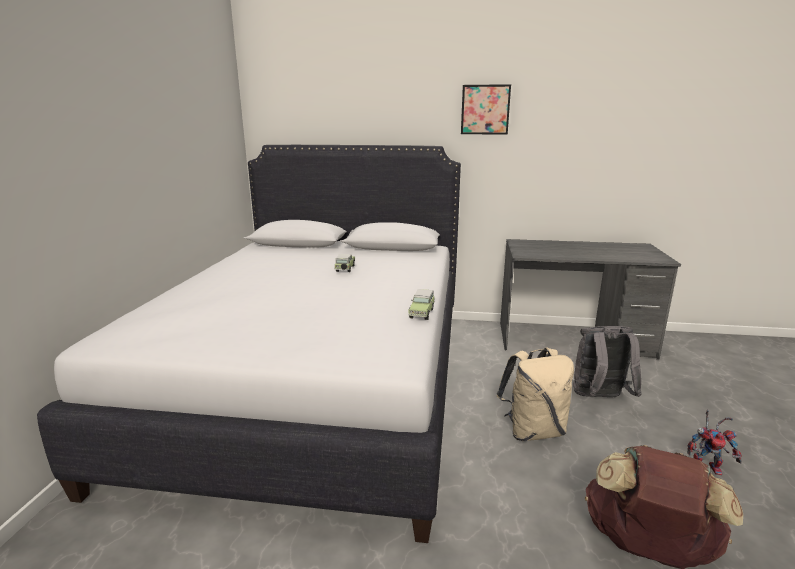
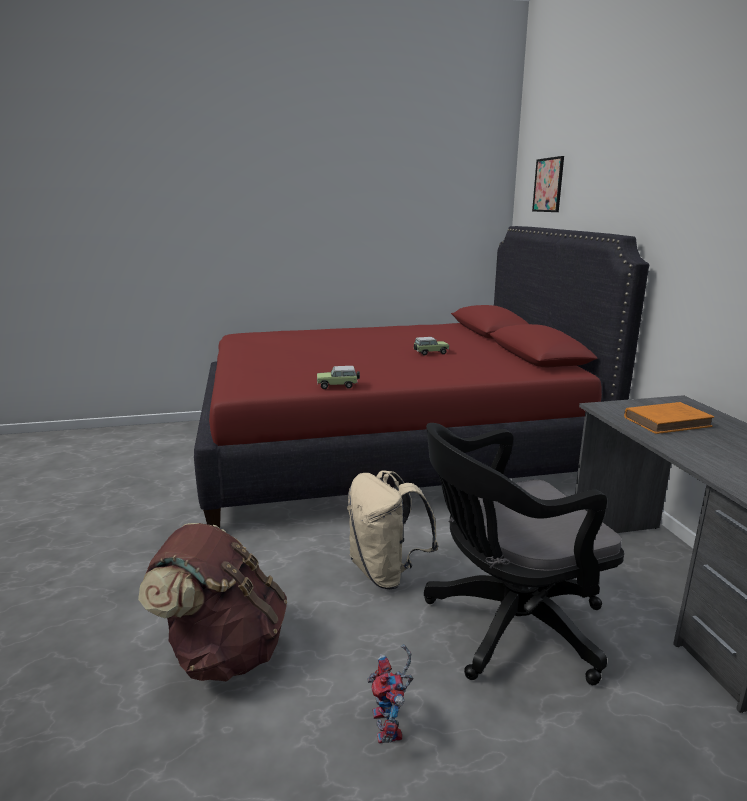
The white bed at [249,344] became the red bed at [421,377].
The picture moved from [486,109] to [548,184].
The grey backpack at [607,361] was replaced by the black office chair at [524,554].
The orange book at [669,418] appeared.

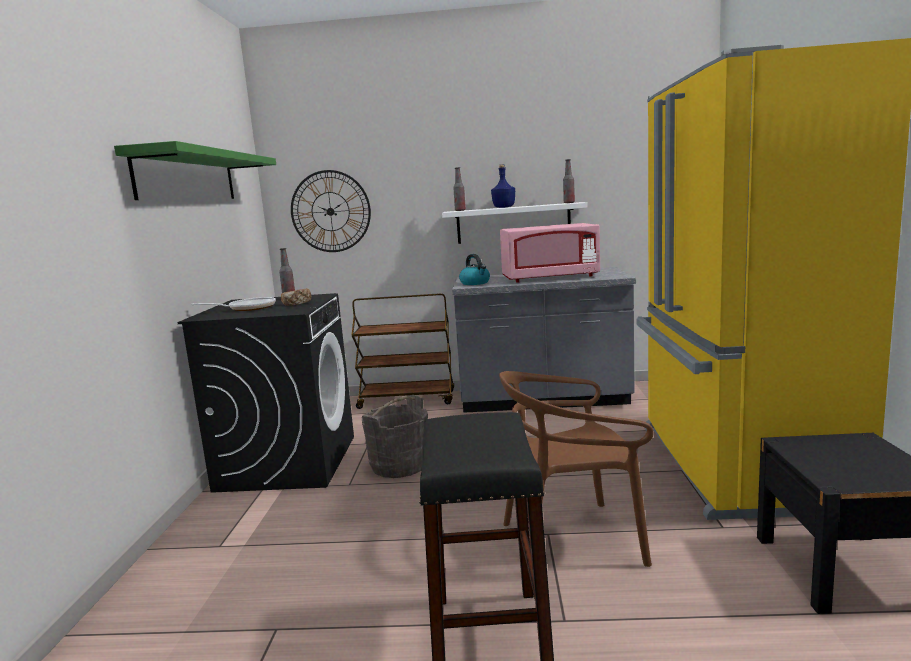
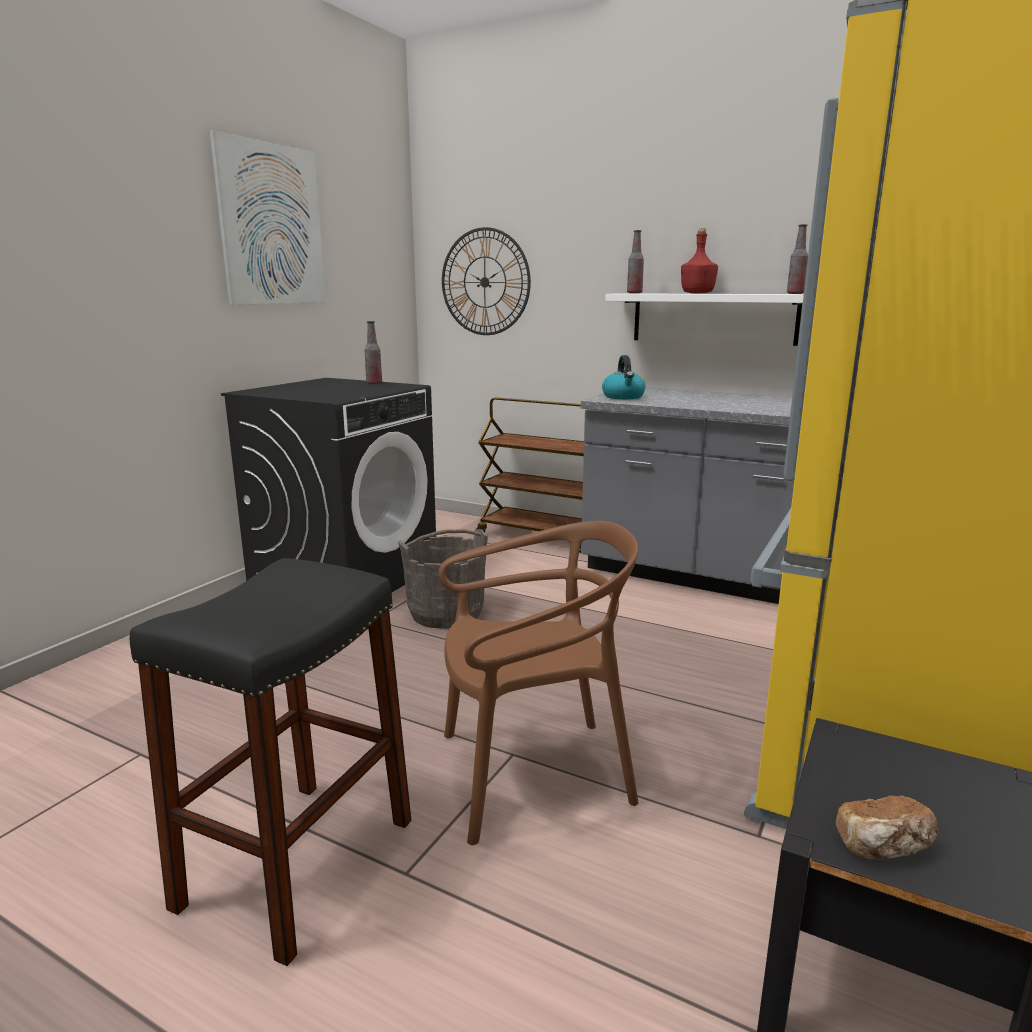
The green shelf at [195,170] was replaced by the picture at [268,217].
The frying pan at [234,304] disappeared.
The bread moved from [296,297] to [887,827].
The blue bottle at [503,186] became the red bottle at [699,260].
The brown chair at [576,469] turned 150 degrees clockwise.
The pink microwave at [550,253] disappeared.

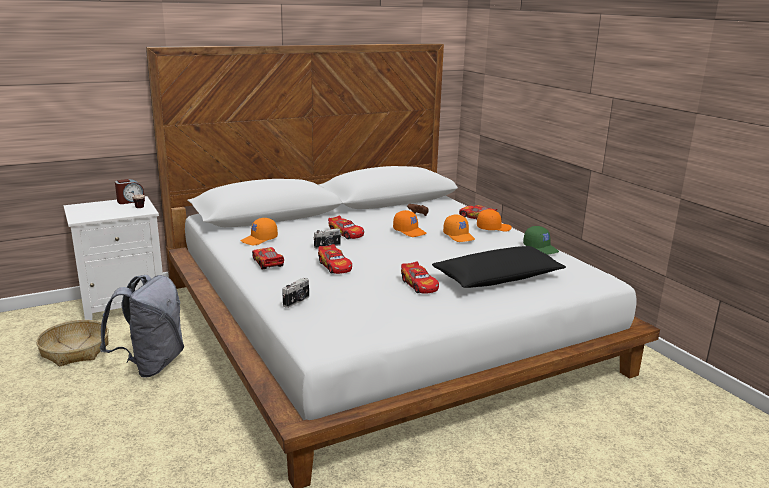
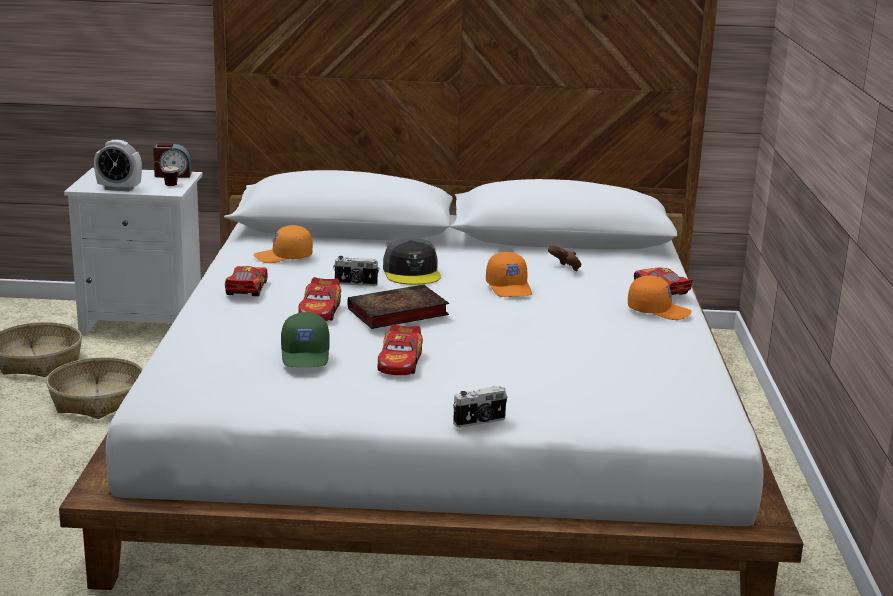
The grey backpack at [142,326] was replaced by the basket at [94,388].
The photo camera moved from [295,293] to [480,407].
The toy car at [346,227] was replaced by the grey cap at [412,261].
The black pillow at [499,267] disappeared.
The orange cap at [459,228] disappeared.
The green cap moved from [541,240] to [305,339].
The alarm clock at [118,166] appeared.
The book at [398,306] appeared.

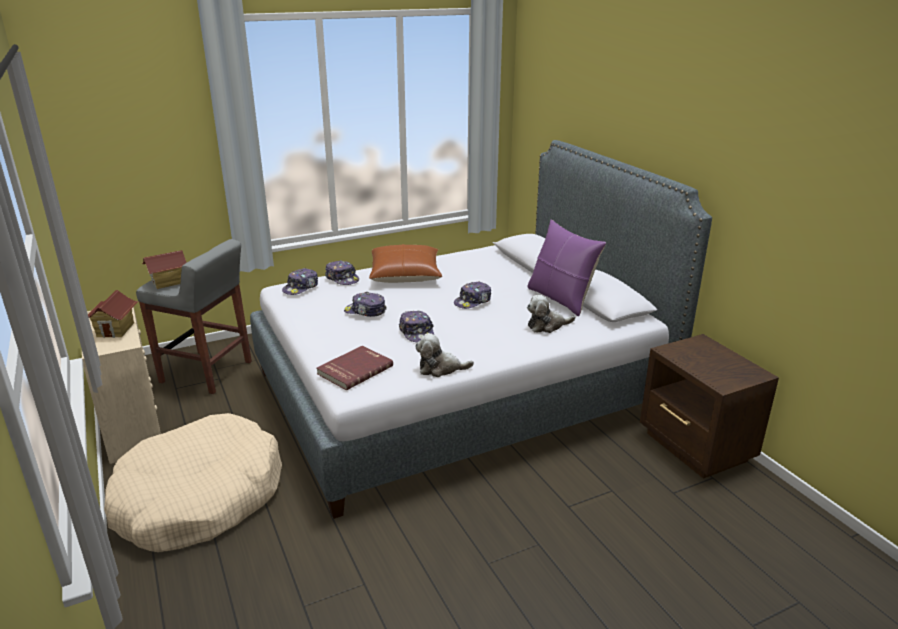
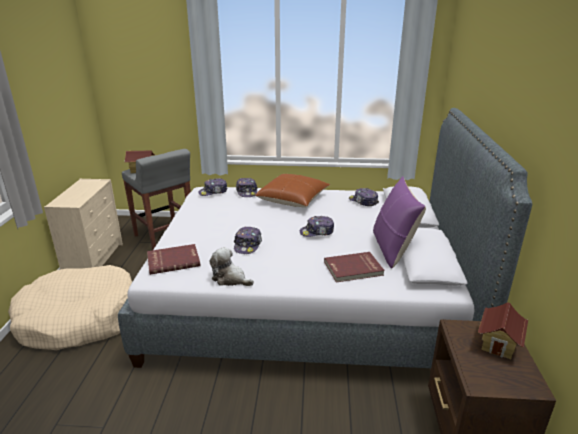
The toy house moved from [113,314] to [503,330].
The cap moved from [365,304] to [364,197].
The plush toy at [551,314] was replaced by the red book at [354,267].

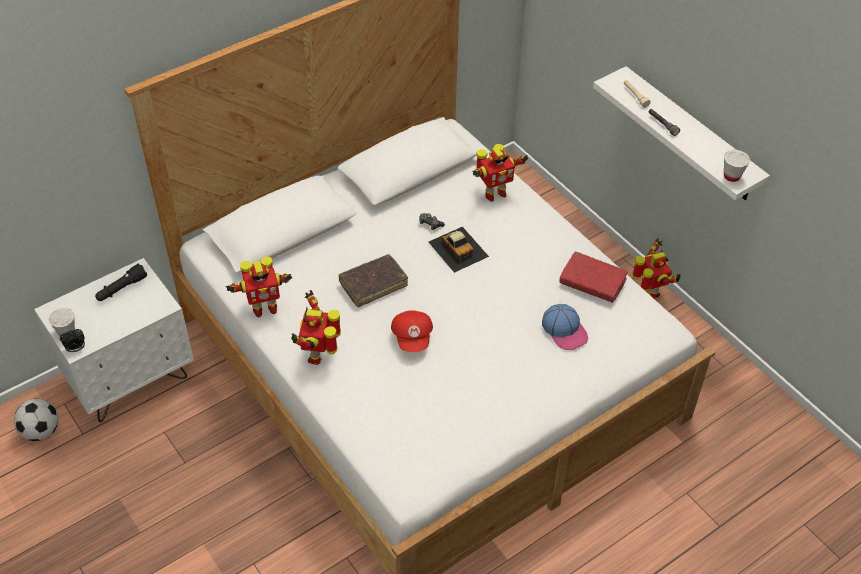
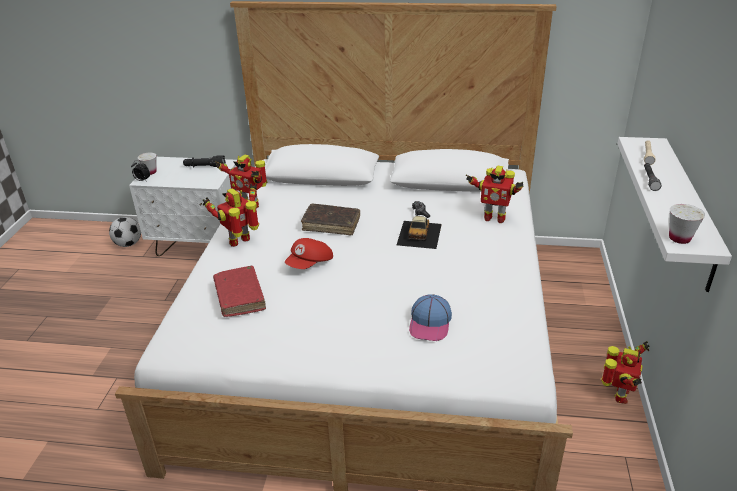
The red book moved from [593,277] to [239,291].

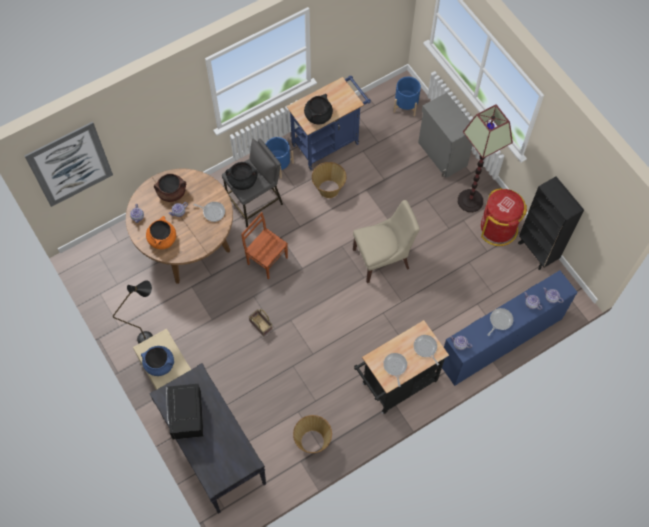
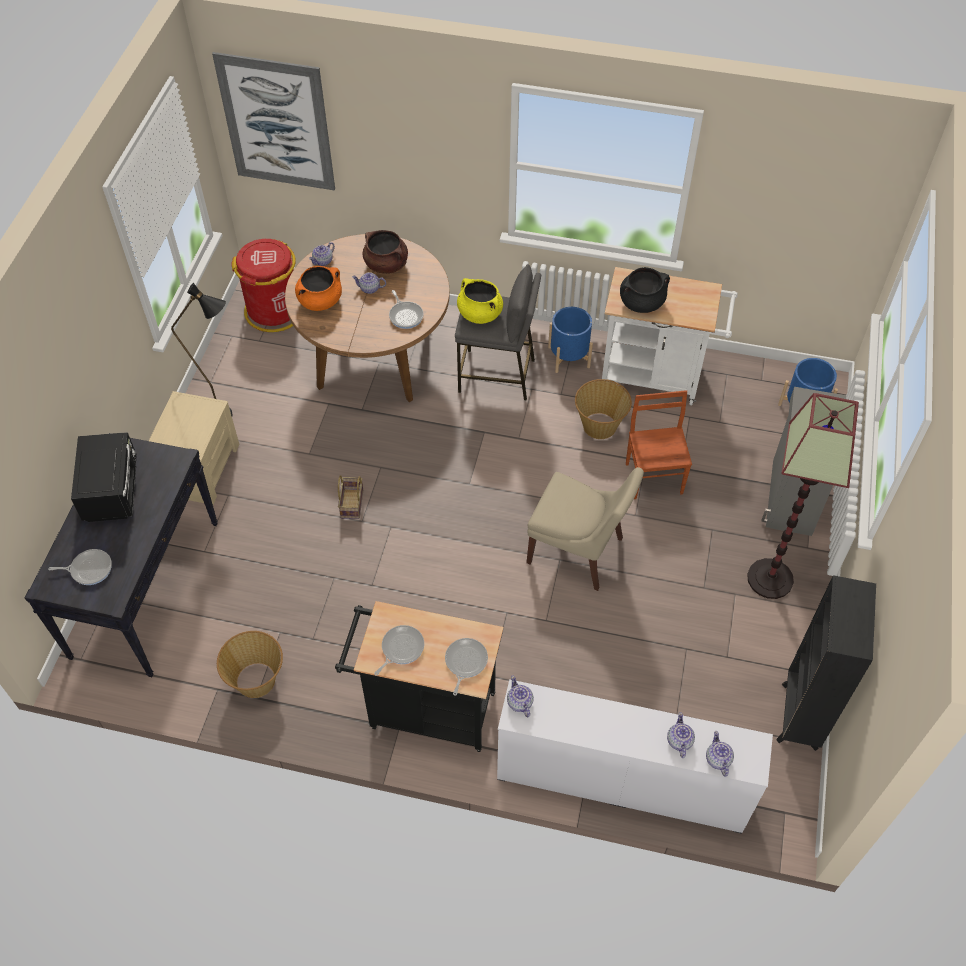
The blue cooking pot at [157,361] disappeared.
The black microwave at [184,411] turned 135 degrees clockwise.
The black cooking pot at [241,176] became the yellow cooking pot at [480,301].
The brown chair moved from [264,246] to [659,444].
The blue cart at [329,123] became the white cart at [670,336].
The blue dresser at [510,328] became the white dresser at [635,756].
The red trash can moved from [504,217] to [263,285].
The frying pan moved from [500,322] to [80,567].

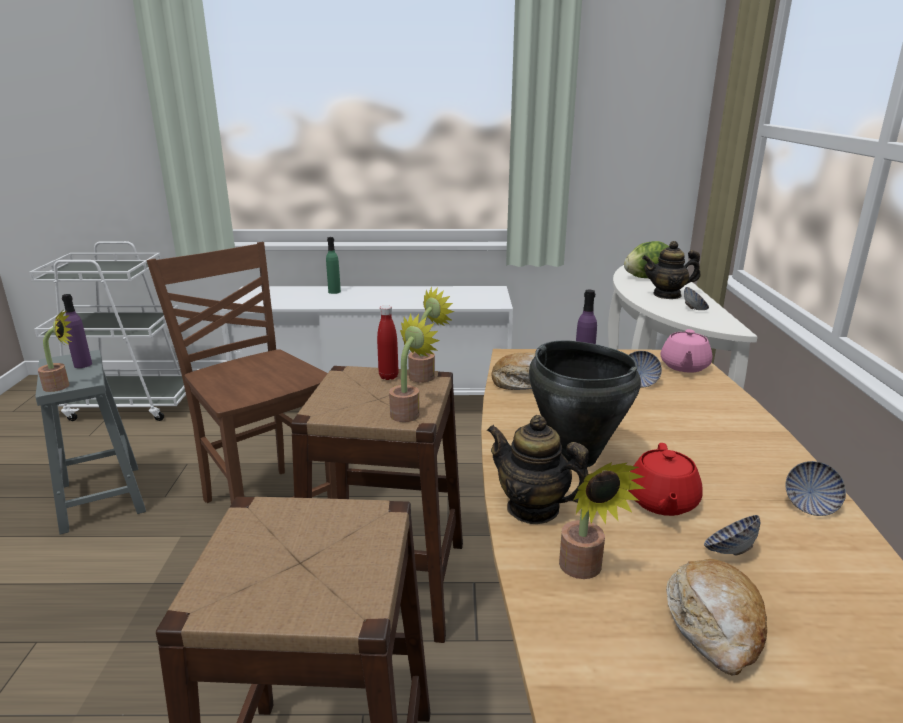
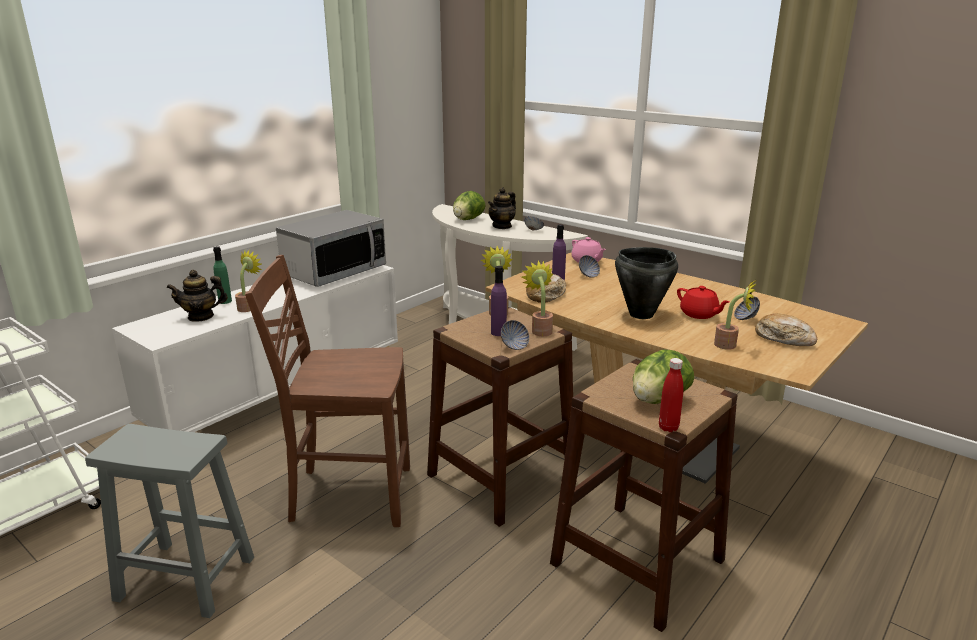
The potted plant moved from [55,351] to [248,281].
The purple bottle moved from [77,331] to [499,301].
The red bottle moved from [388,342] to [671,395].
The teapot moved from [538,469] to [197,296].
The bowl moved from [815,488] to [515,335].
The microwave at [331,248] appeared.
The lettuce at [663,377] appeared.

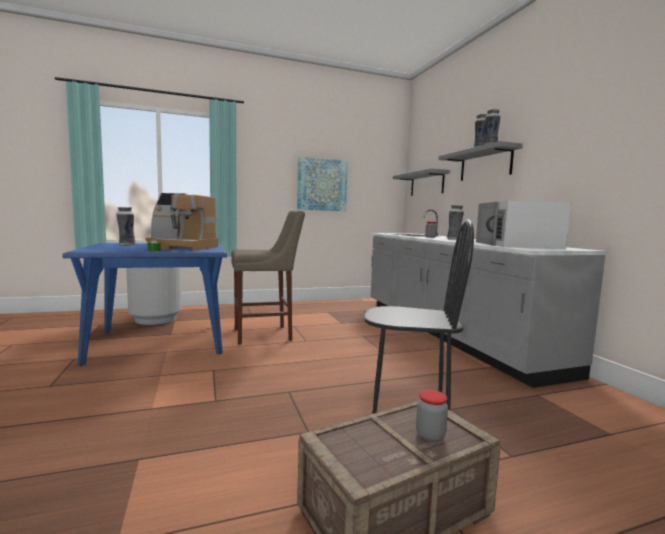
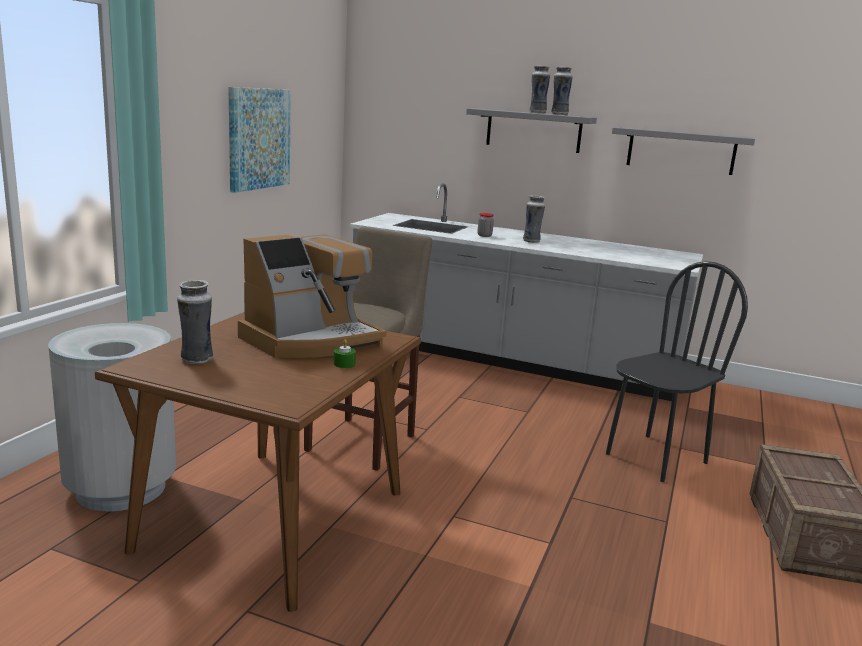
The blue dining table at [144,304] became the brown dining table at [258,462].
The grey shelf moved from [421,182] to [683,151].
The jar at [432,416] disappeared.
The white microwave at [523,225] disappeared.

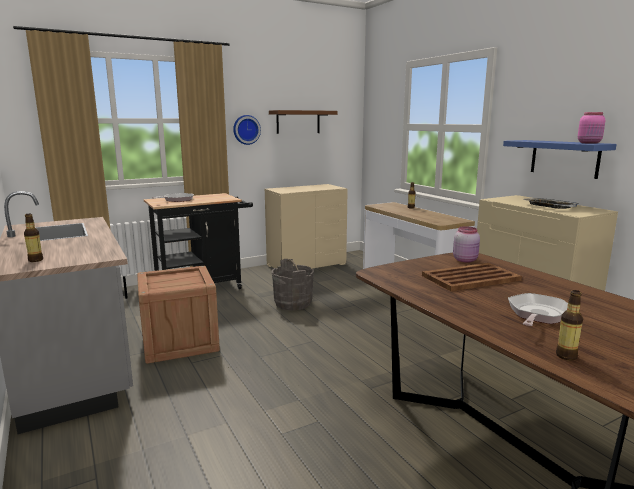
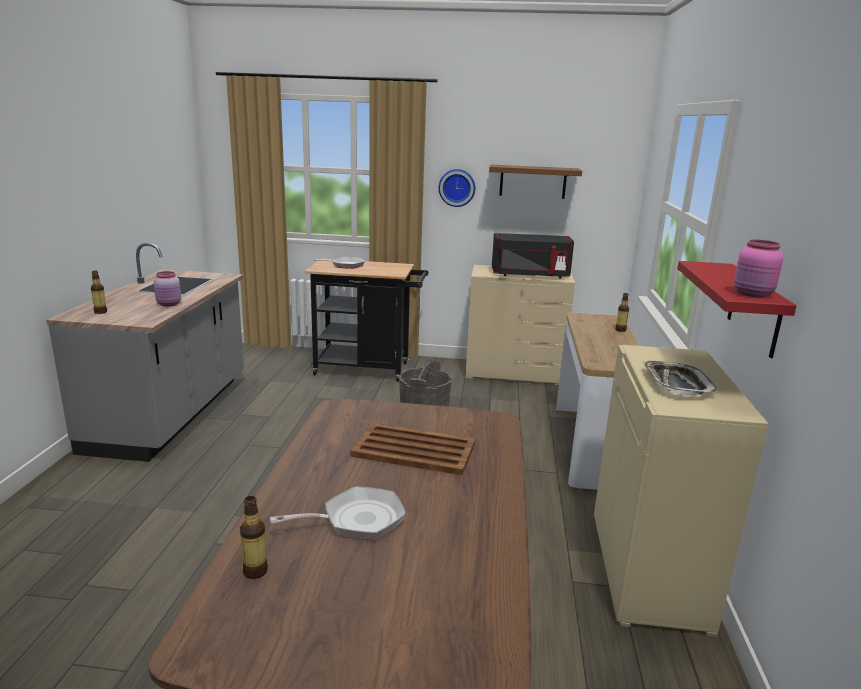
The crate at [178,315] disappeared.
The pink jar moved from [466,244] to [167,289].
The blue shelf at [560,159] became the red shelf at [736,309].
The black microwave at [533,255] appeared.

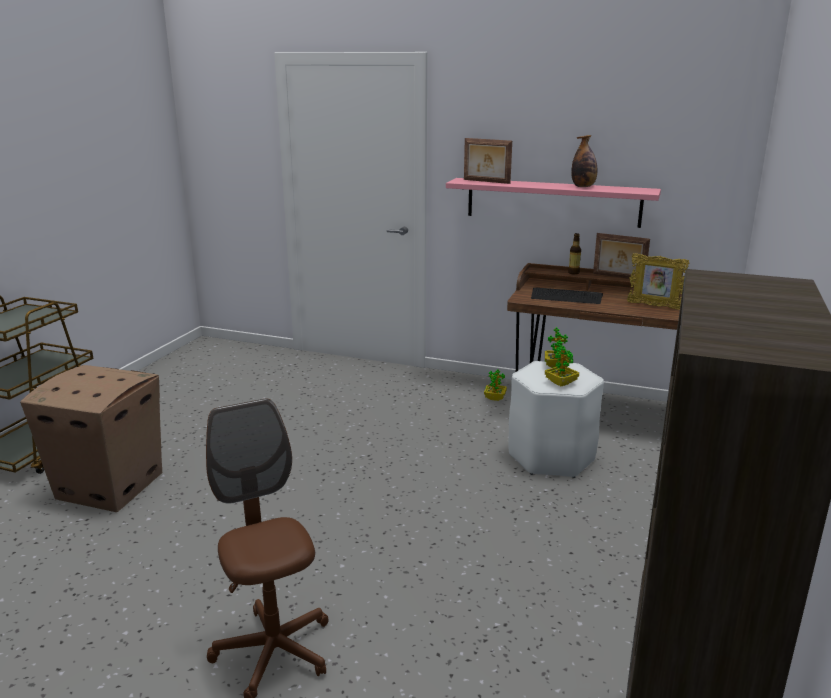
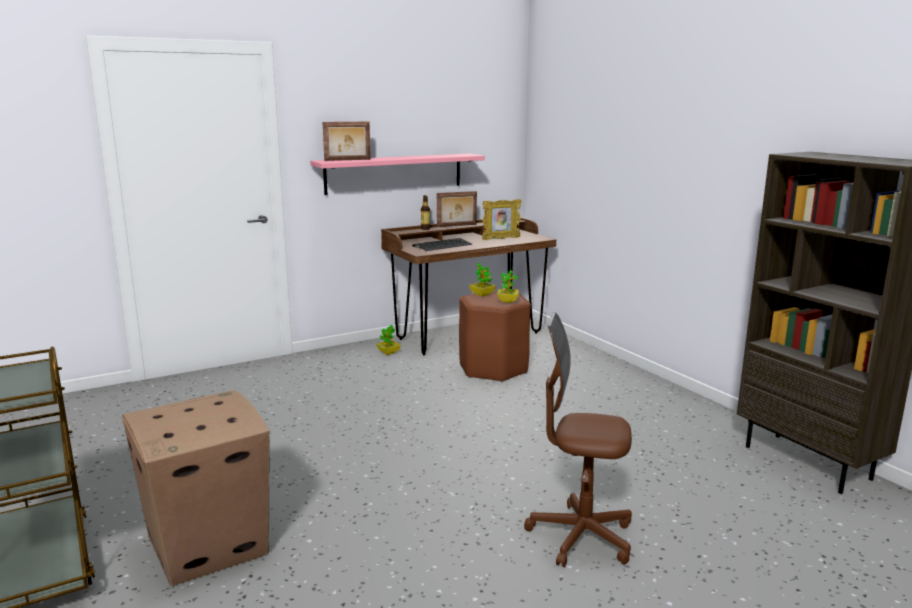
The white stool at [556,419] became the brown stool at [495,336].
The bottle at [584,161] disappeared.

